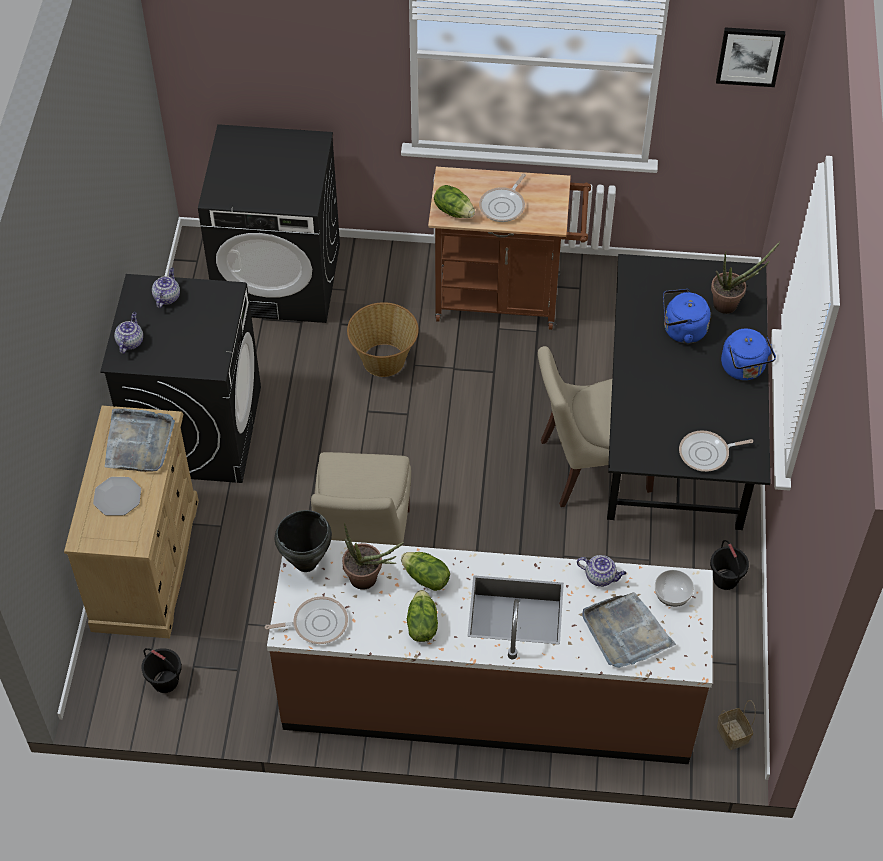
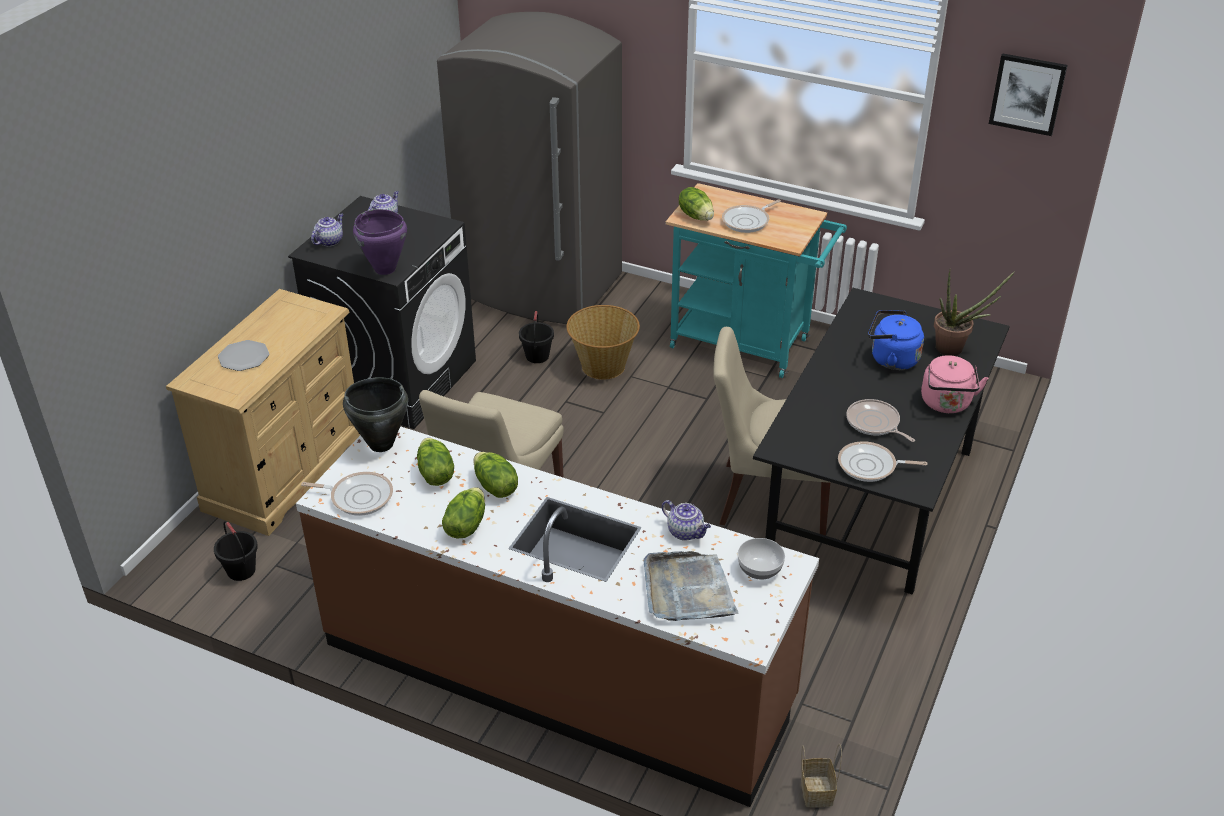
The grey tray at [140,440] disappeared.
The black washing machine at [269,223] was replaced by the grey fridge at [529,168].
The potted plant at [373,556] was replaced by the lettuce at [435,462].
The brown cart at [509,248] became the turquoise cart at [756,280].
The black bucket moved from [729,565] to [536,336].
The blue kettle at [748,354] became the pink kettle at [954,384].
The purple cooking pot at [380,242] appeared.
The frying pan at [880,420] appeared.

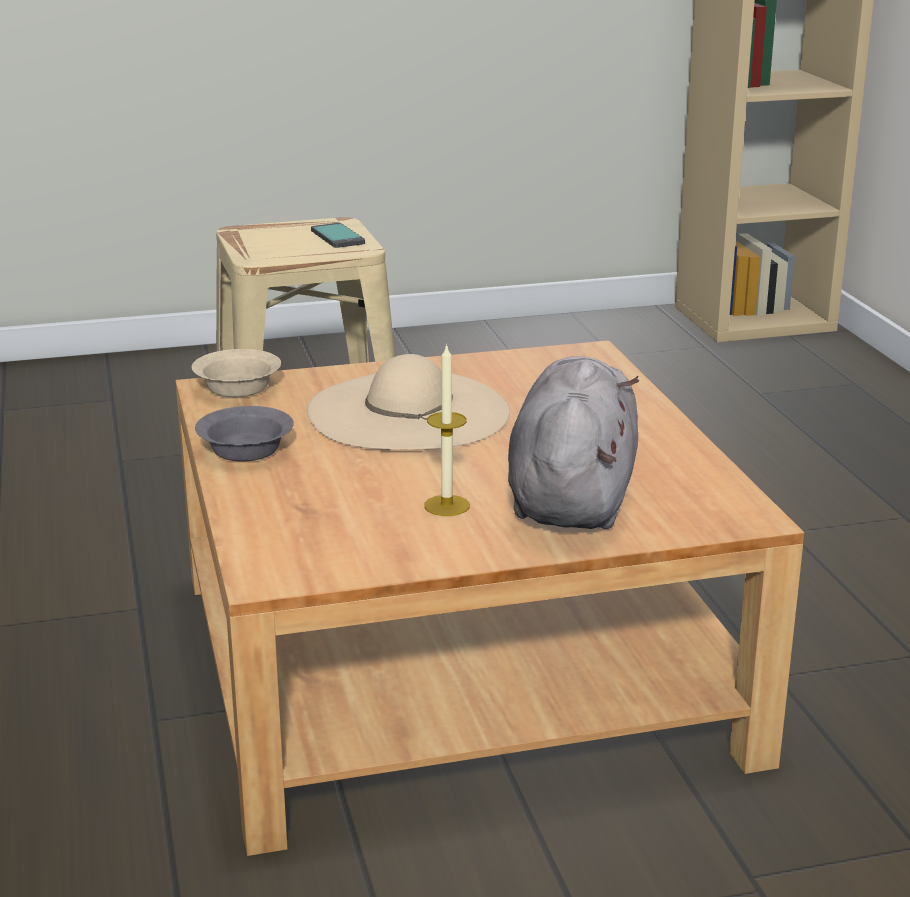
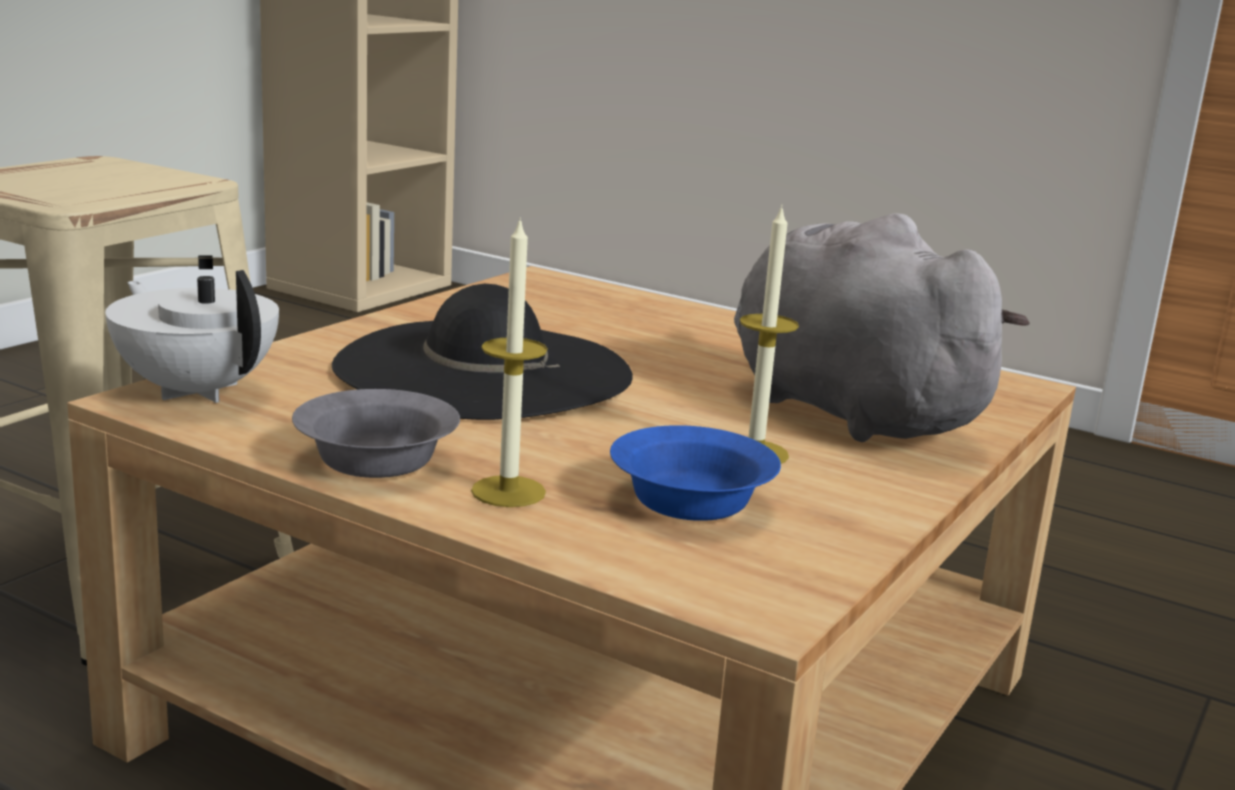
The beige bowl at [236,373] was replaced by the white teapot at [192,336].
The beige hat at [408,402] became the black hat at [482,352].
The phone at [338,235] disappeared.
The candle at [509,362] appeared.
The blue bowl at [695,473] appeared.

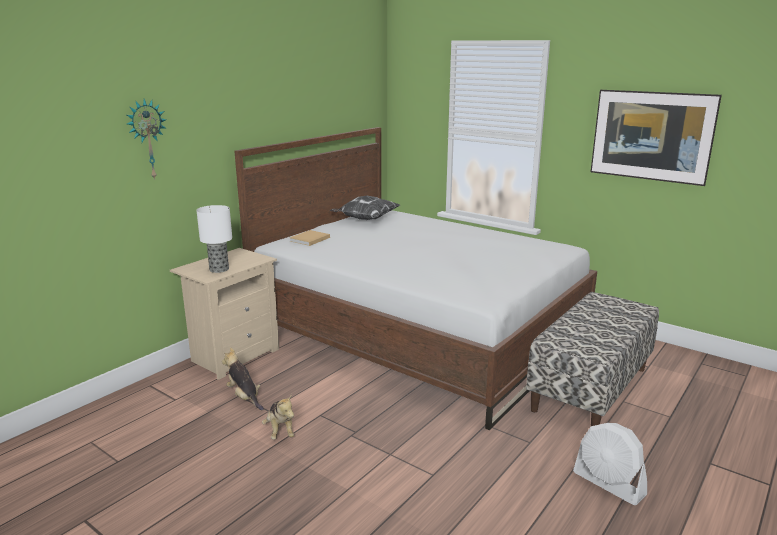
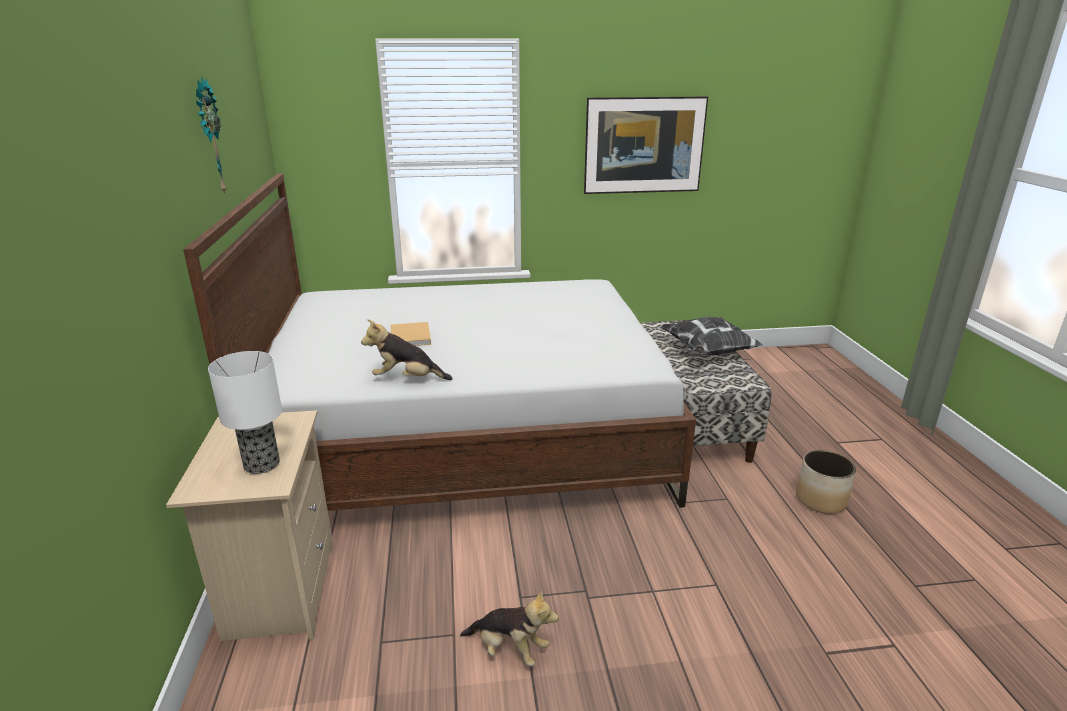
The wall clock moved from [146,139] to [211,135].
The plush toy moved from [243,378] to [407,349].
The beige book moved from [310,238] to [411,334].
The pillow moved from [365,207] to [712,337].
The white fan at [610,464] was replaced by the planter at [826,482].

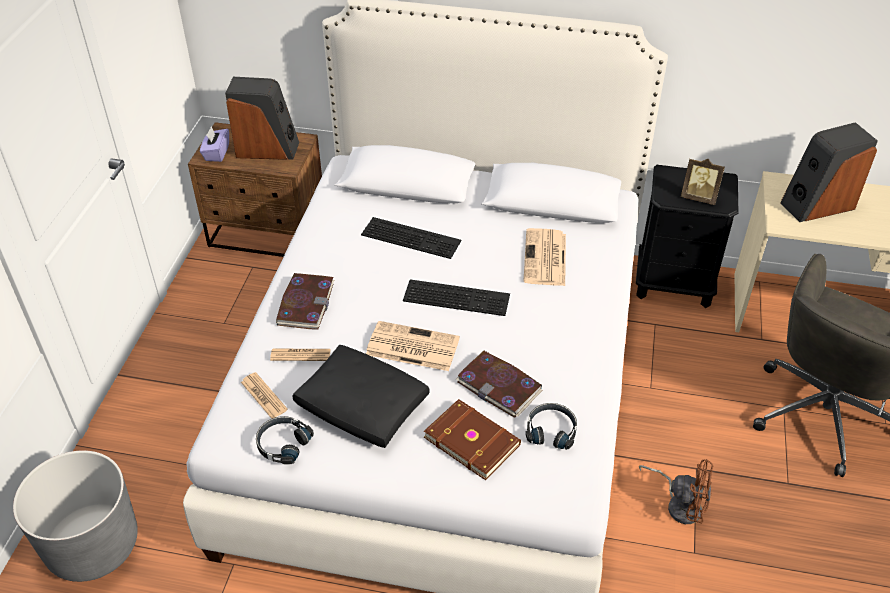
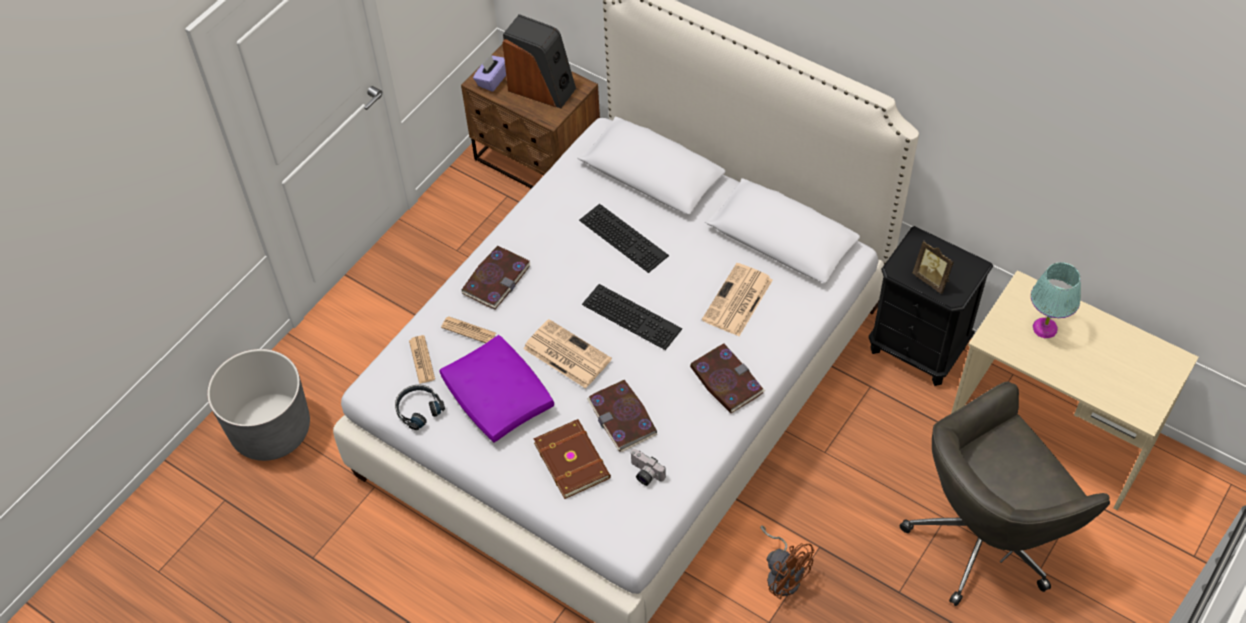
The black pillow at [361,396] became the purple pillow at [496,389].
The black headphones at [551,426] was replaced by the photo camera at [648,467].
The speaker at [829,172] was replaced by the turquoise table lamp at [1056,300].
The book at [727,378] appeared.

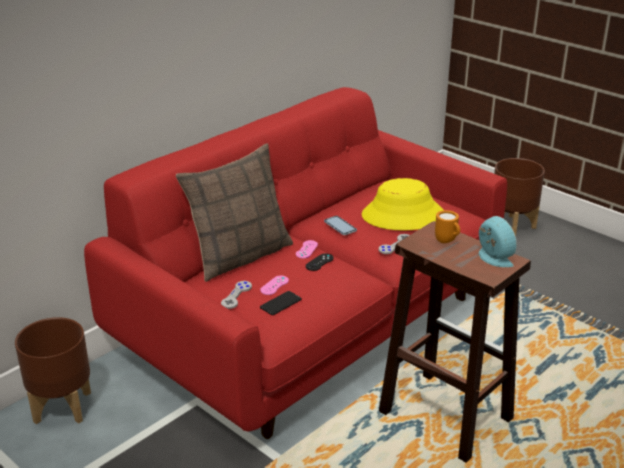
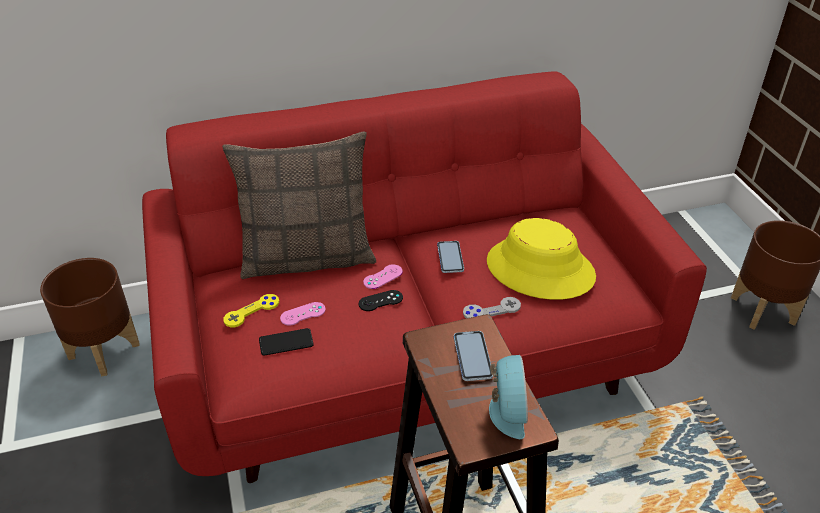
The grey game controller at [236,295] became the yellow game controller at [251,310].
The orange mug at [447,226] was replaced by the phone at [473,356].

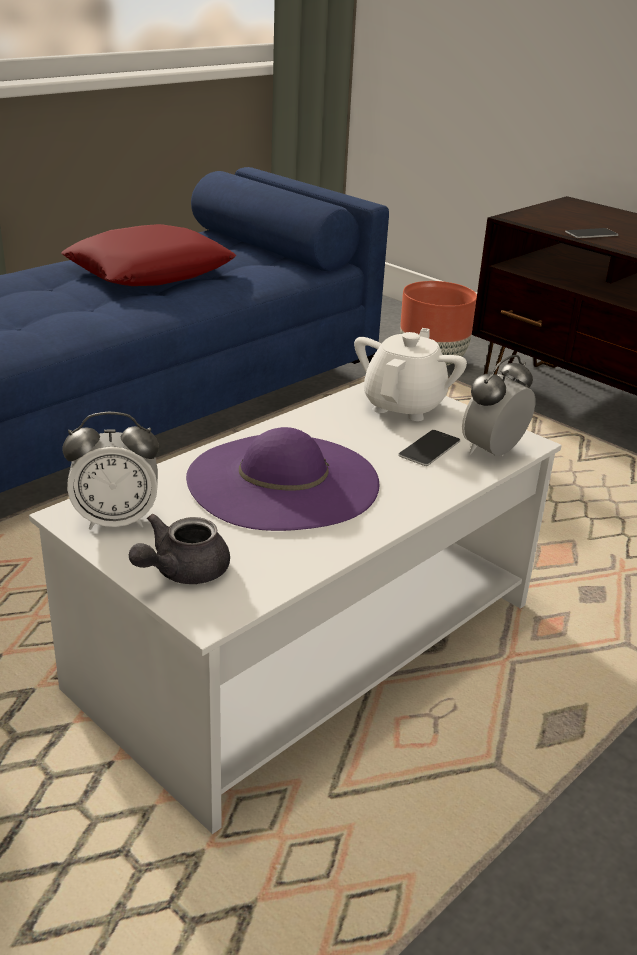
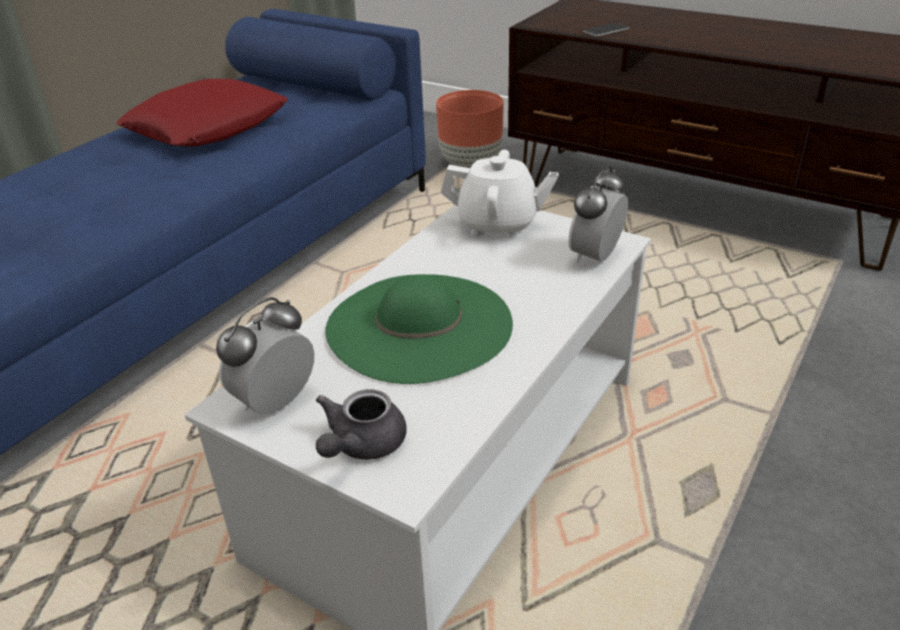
The alarm clock at [110,471] turned 150 degrees clockwise.
The purple hat at [282,479] became the green hat at [419,329].
The white teapot at [410,374] turned 90 degrees clockwise.
The phone at [429,448] disappeared.

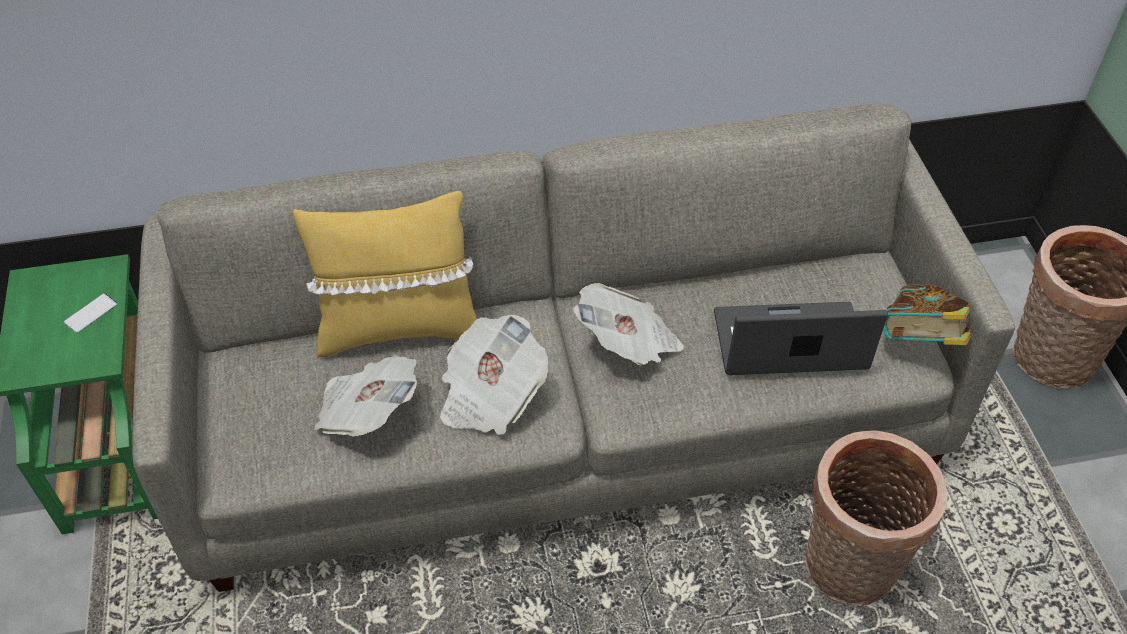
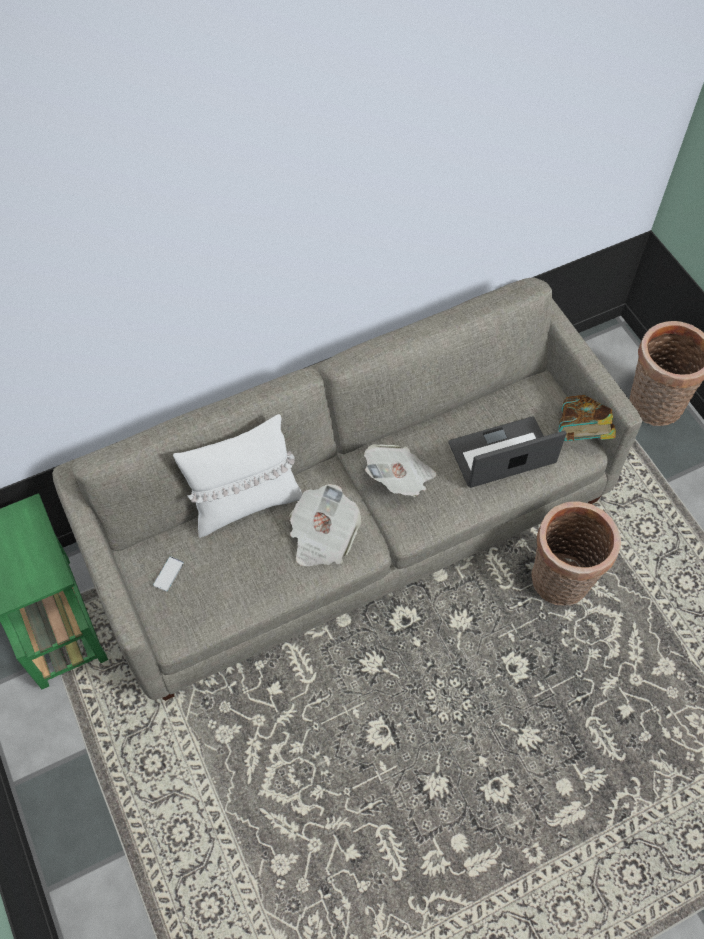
The phone moved from [91,313] to [168,573].
The yellow pillow at [385,274] became the white pillow at [237,476].
The newspaper at [365,396] disappeared.

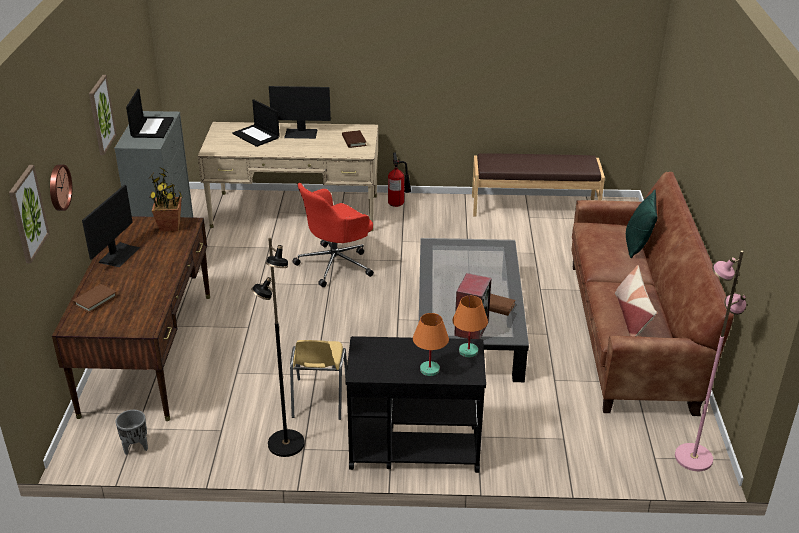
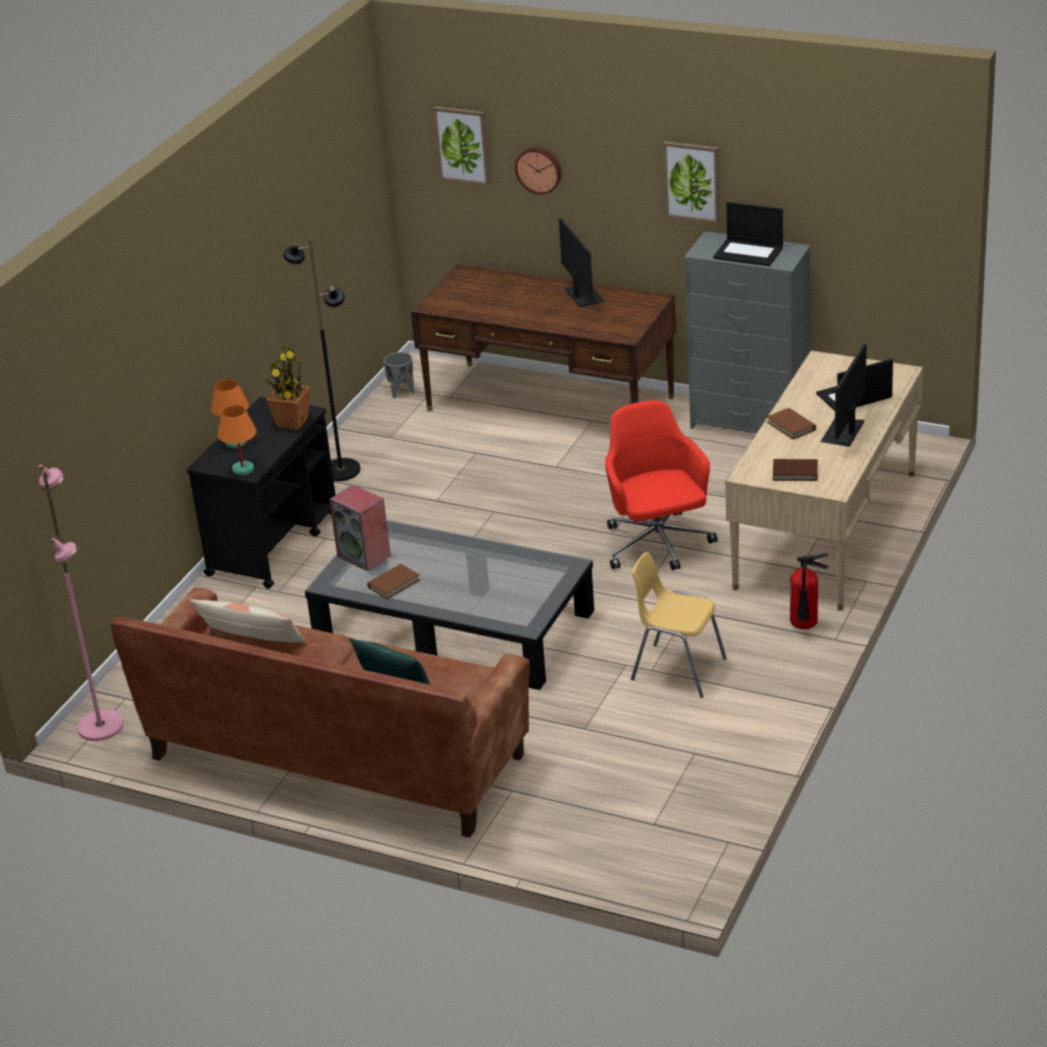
The brown book moved from [94,298] to [791,424].
The monitor at [111,226] turned 150 degrees counterclockwise.
The potted plant moved from [165,200] to [286,388].
The yellow chair moved from [318,380] to [679,625].
The brown bench at [538,184] disappeared.

